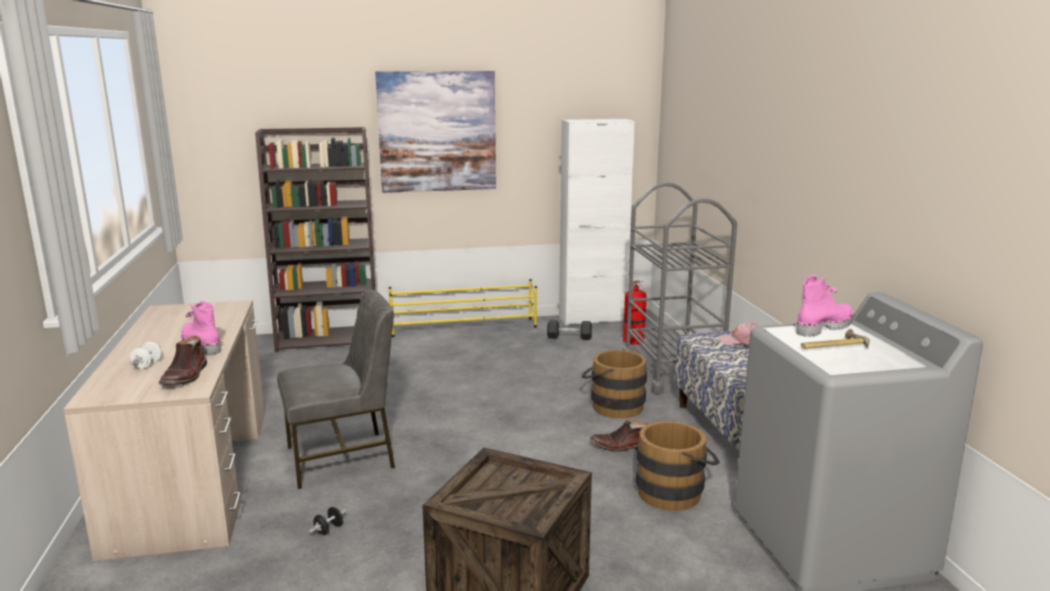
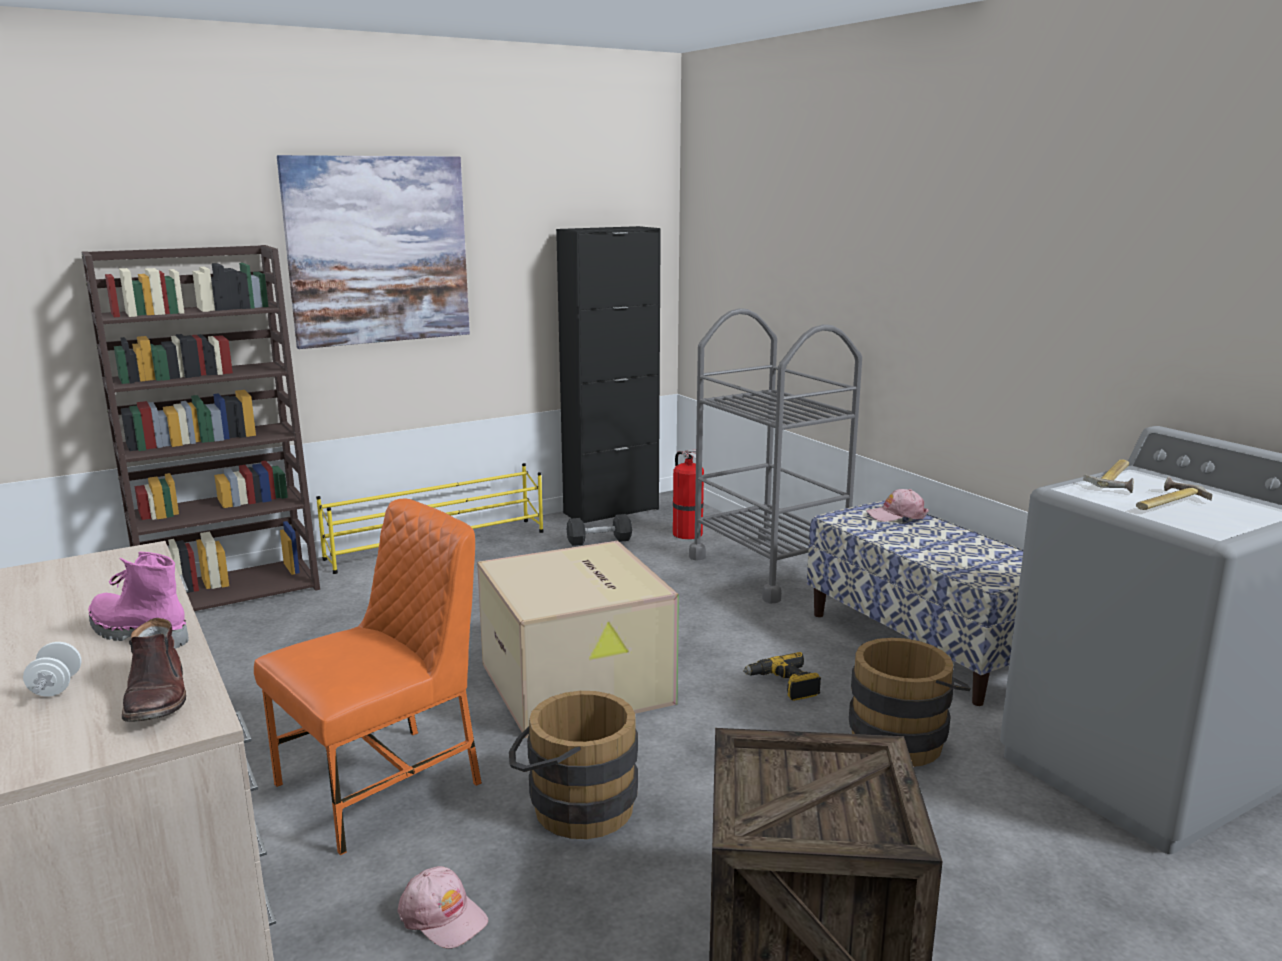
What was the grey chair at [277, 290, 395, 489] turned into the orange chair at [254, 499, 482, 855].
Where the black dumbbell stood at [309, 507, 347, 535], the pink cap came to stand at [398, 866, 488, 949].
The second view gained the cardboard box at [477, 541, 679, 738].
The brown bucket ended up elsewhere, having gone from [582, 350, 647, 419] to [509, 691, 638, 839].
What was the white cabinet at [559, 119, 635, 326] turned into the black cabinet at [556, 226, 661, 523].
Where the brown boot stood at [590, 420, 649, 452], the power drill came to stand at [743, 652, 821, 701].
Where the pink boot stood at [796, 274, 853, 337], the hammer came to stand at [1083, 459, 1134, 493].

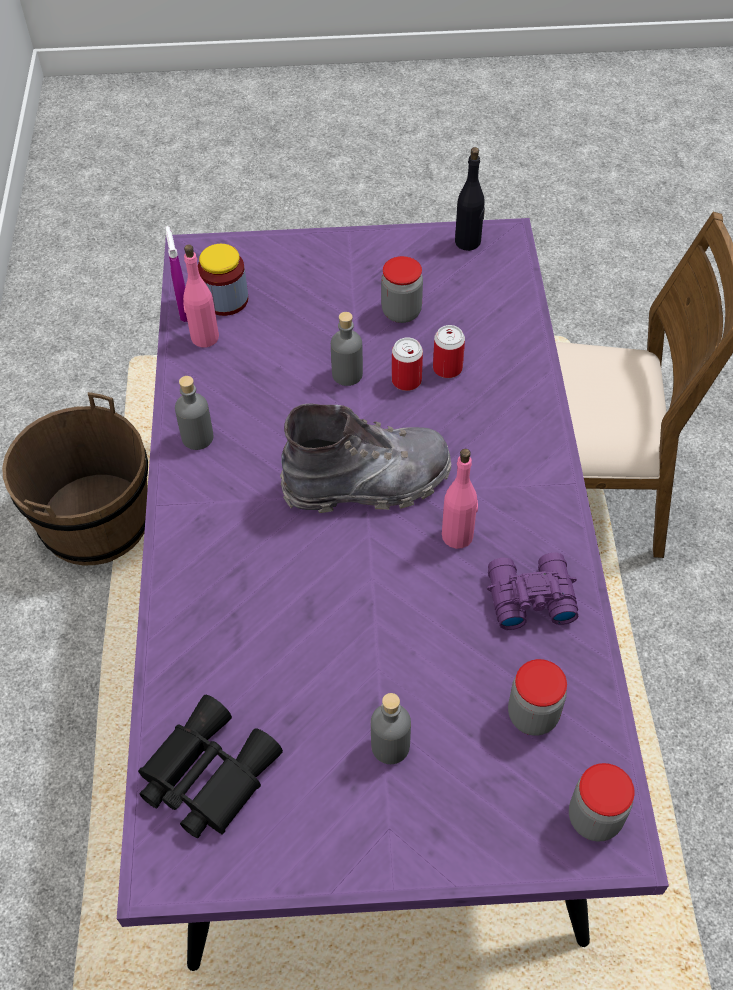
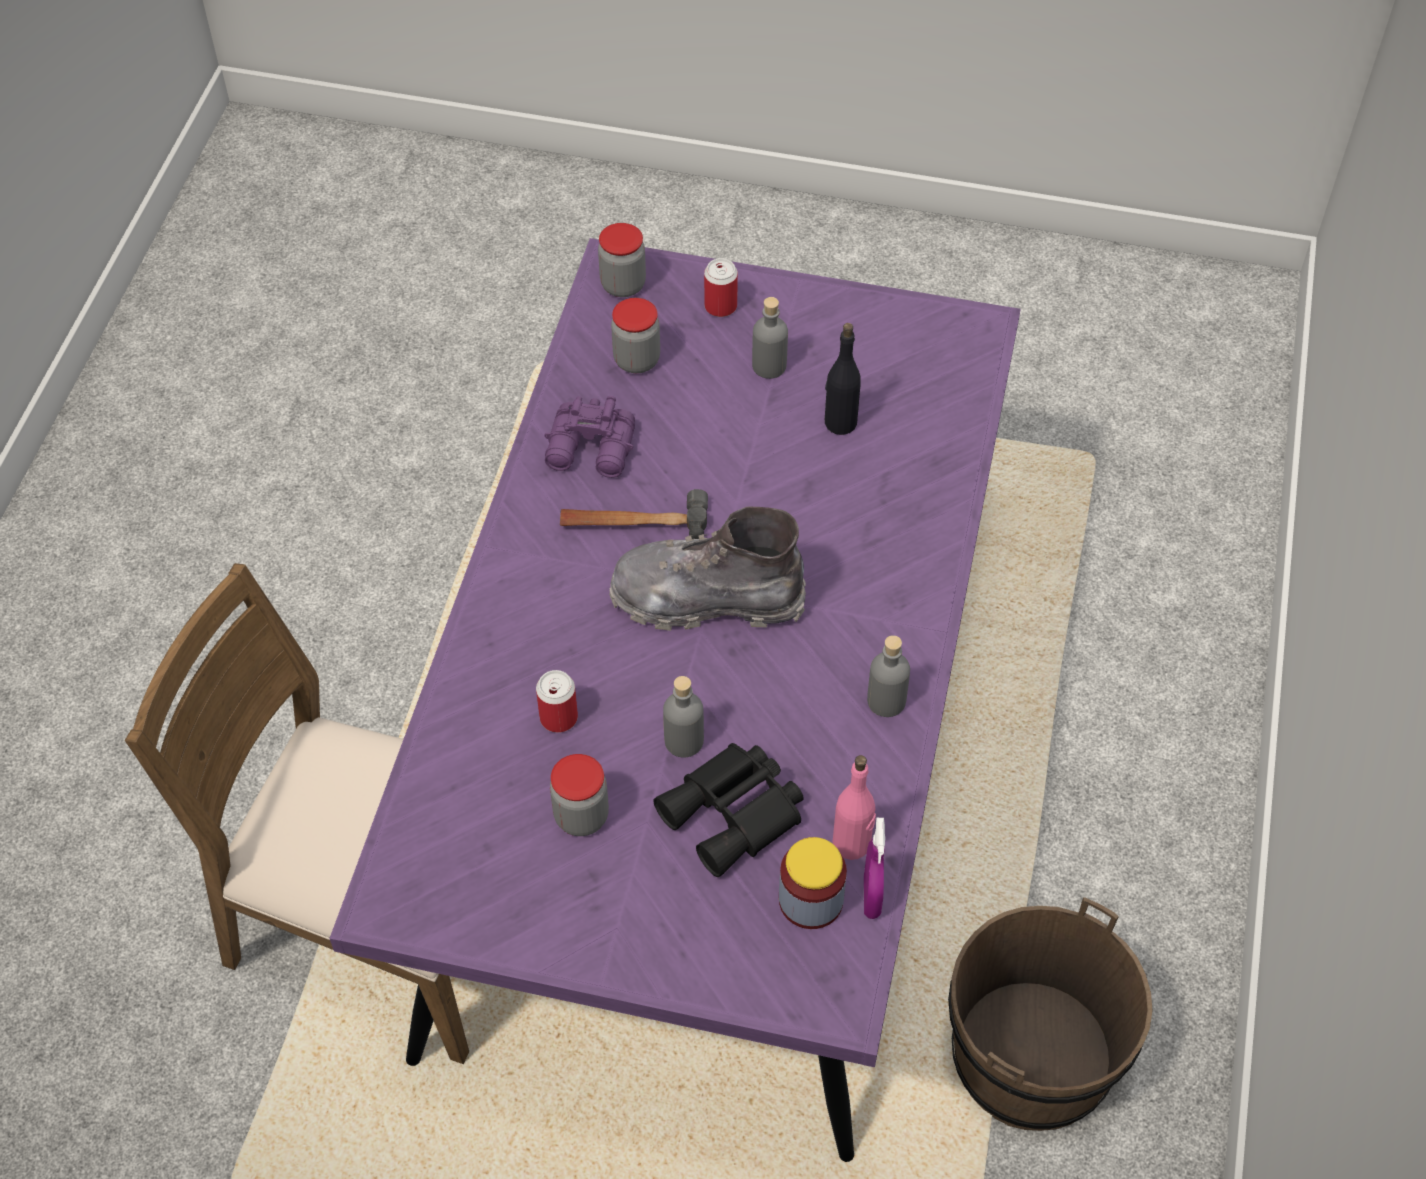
Where the pink bottle stood at [442, 449, 478, 549], the hammer came to stand at [560, 489, 708, 539].
The black binoculars ended up elsewhere, having gone from [138, 695, 283, 838] to [653, 743, 804, 877].
The can ended up elsewhere, having gone from [392, 337, 423, 391] to [704, 258, 738, 317].
The black bottle ended up elsewhere, having gone from [455, 147, 485, 251] to [825, 323, 861, 435].

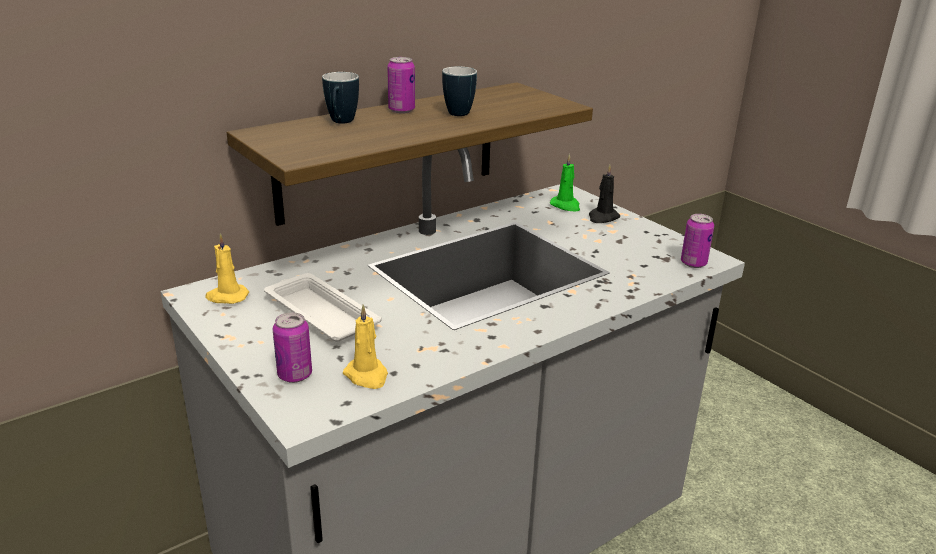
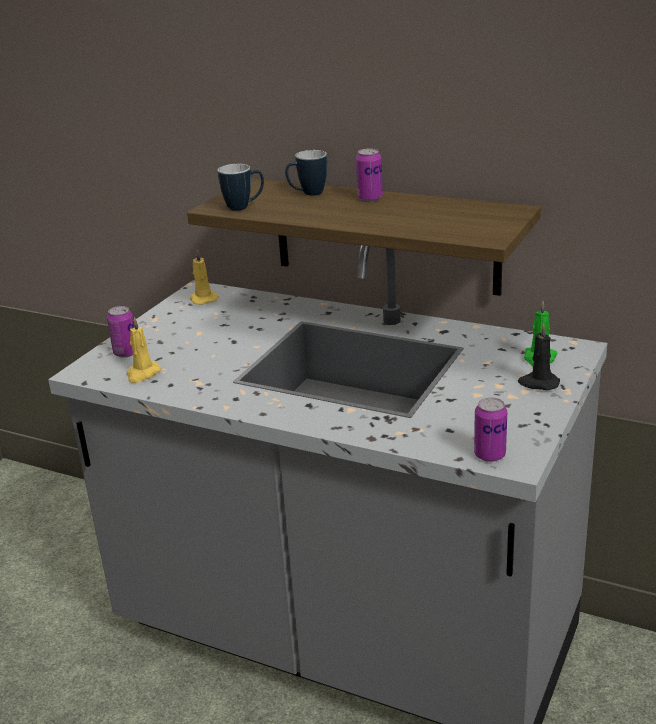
The mug ended up elsewhere, having gone from [442, 66, 477, 116] to [218, 164, 264, 211].
The second view lost the white tray at [264, 273, 381, 342].

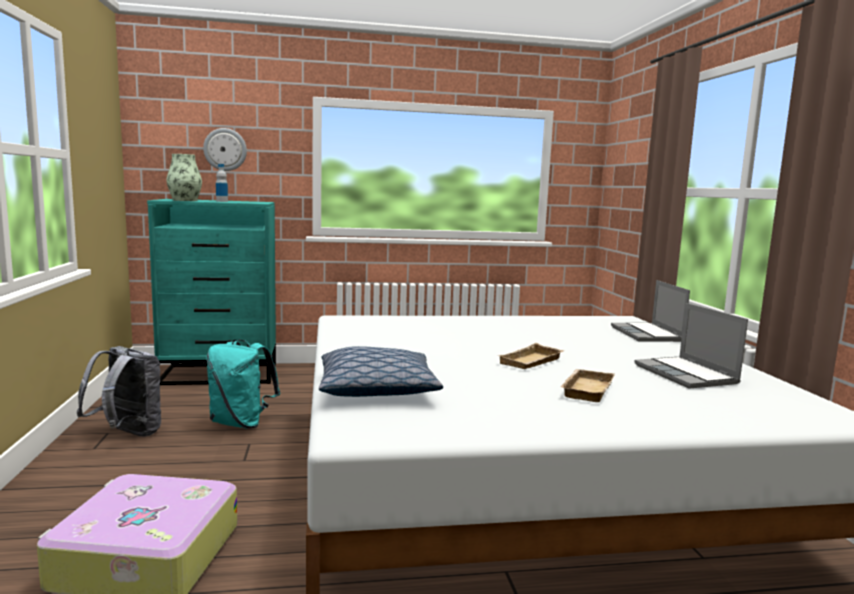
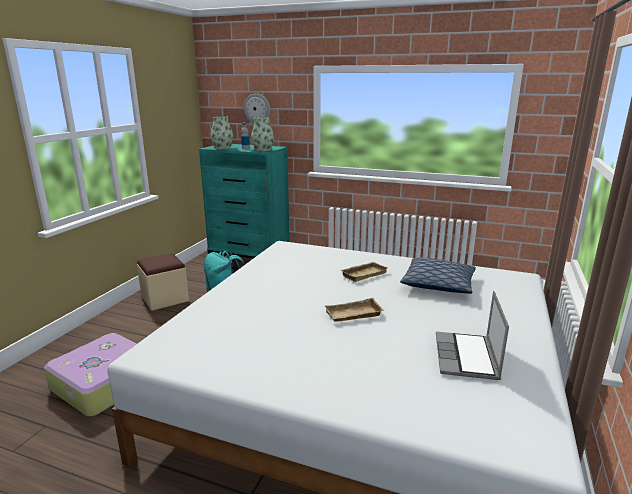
Where the grey backpack stood at [77, 346, 161, 436], the beige ottoman came to stand at [137, 253, 189, 311].
The second view gained the vase at [251, 117, 274, 151].
The beige tray ended up elsewhere, having gone from [561, 369, 615, 402] to [341, 262, 387, 282].
The pillow ended up elsewhere, having gone from [319, 346, 443, 397] to [400, 257, 476, 294].
The second view lost the laptop at [611, 280, 690, 342].

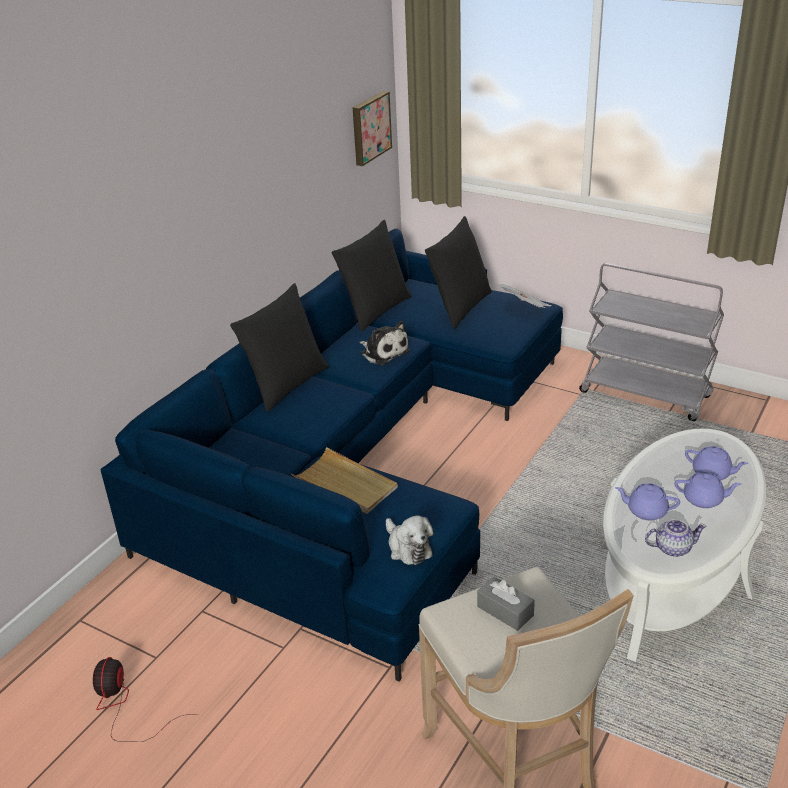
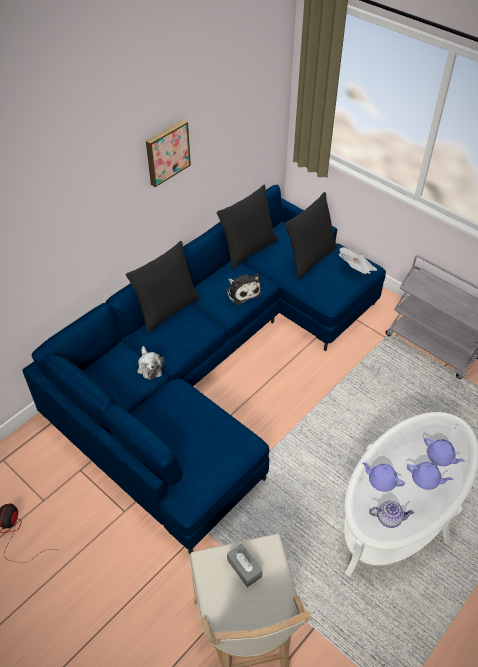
The plush toy ended up elsewhere, having gone from [386, 515, 434, 565] to [137, 346, 165, 380].
The picture ended up elsewhere, having gone from [352, 91, 392, 166] to [146, 120, 191, 187].
The second view lost the beige tray at [291, 447, 398, 514].

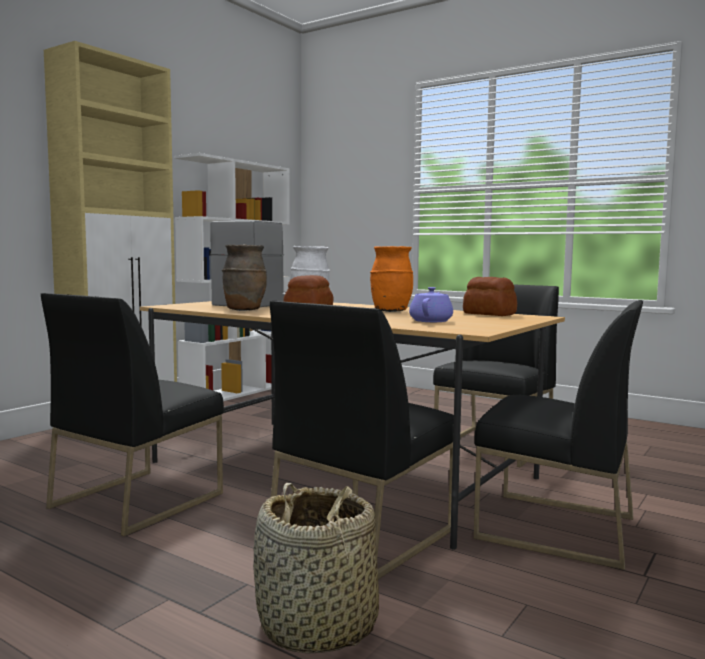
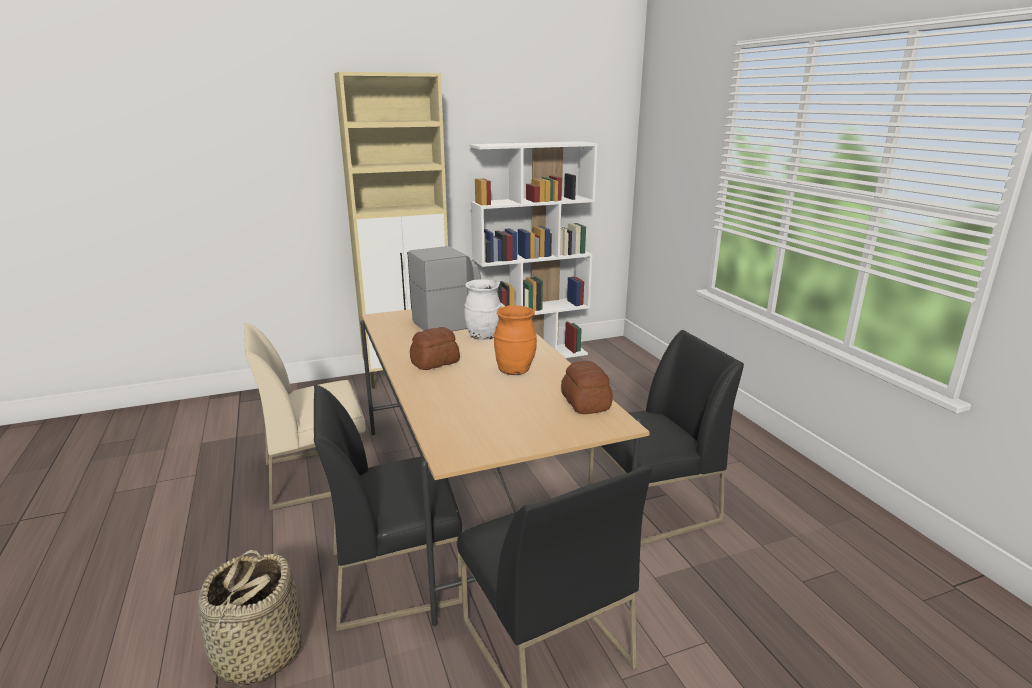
What was the black chair at [41, 293, 224, 536] turned into the beige chair at [244, 323, 368, 510].
The second view lost the brown vase at [222, 245, 267, 311].
The second view lost the purple teapot at [409, 287, 453, 322].

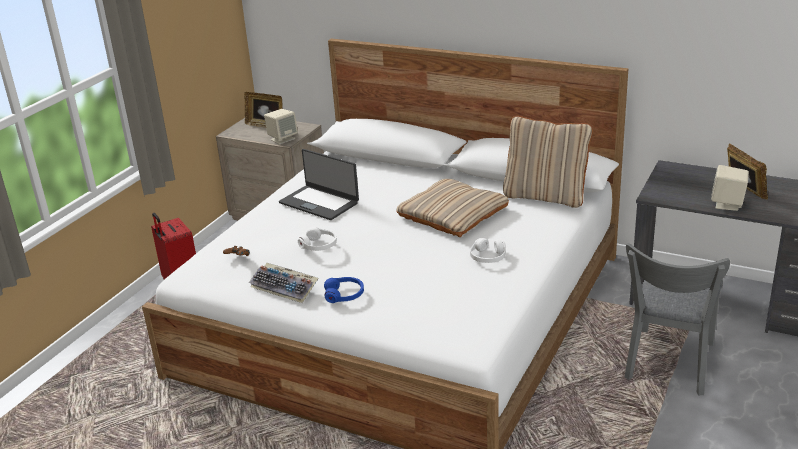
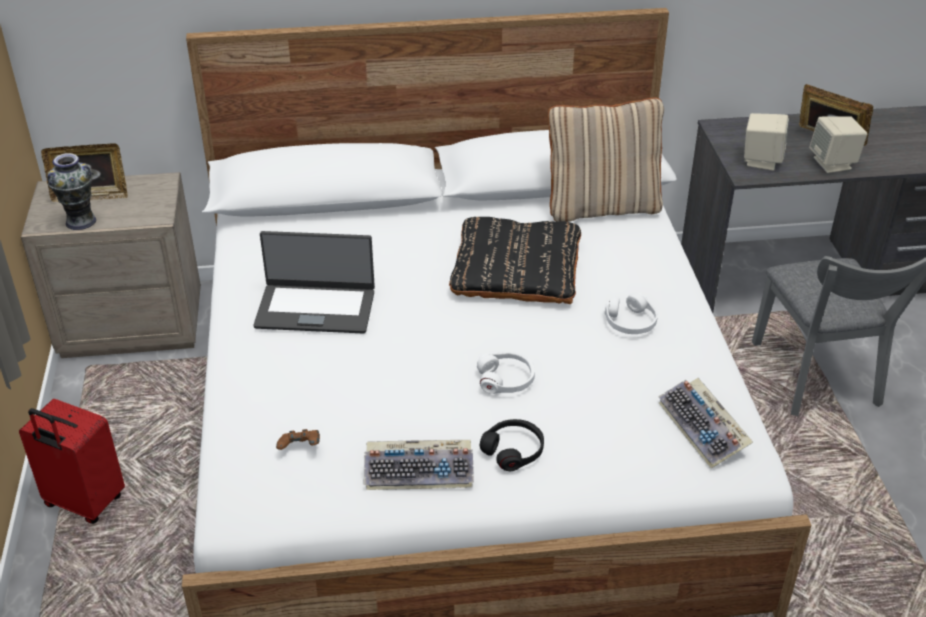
The second view gained the vase at [47, 153, 96, 230].
What was the beige pillow at [396, 179, 509, 237] turned into the black pillow at [449, 217, 581, 304].
The white headphones ended up elsewhere, having gone from [298, 227, 337, 251] to [477, 352, 535, 394].
What was the blue headphones at [324, 277, 364, 303] turned into the black headphones at [480, 419, 544, 471].
The second view gained the keyboard at [658, 378, 753, 469].
The beige speaker ended up elsewhere, having gone from [264, 109, 298, 145] to [744, 113, 789, 171].

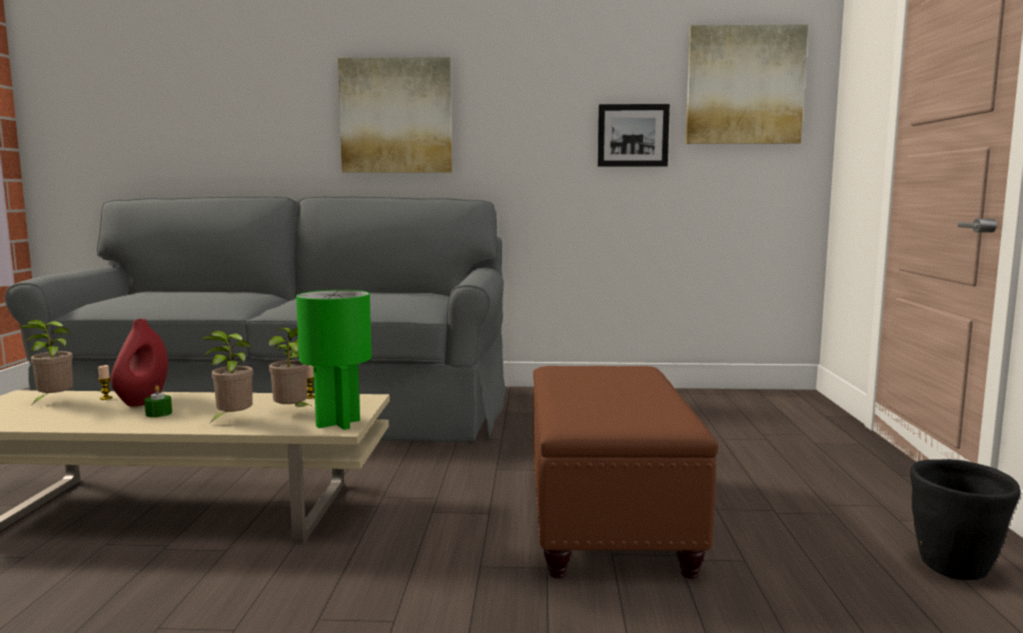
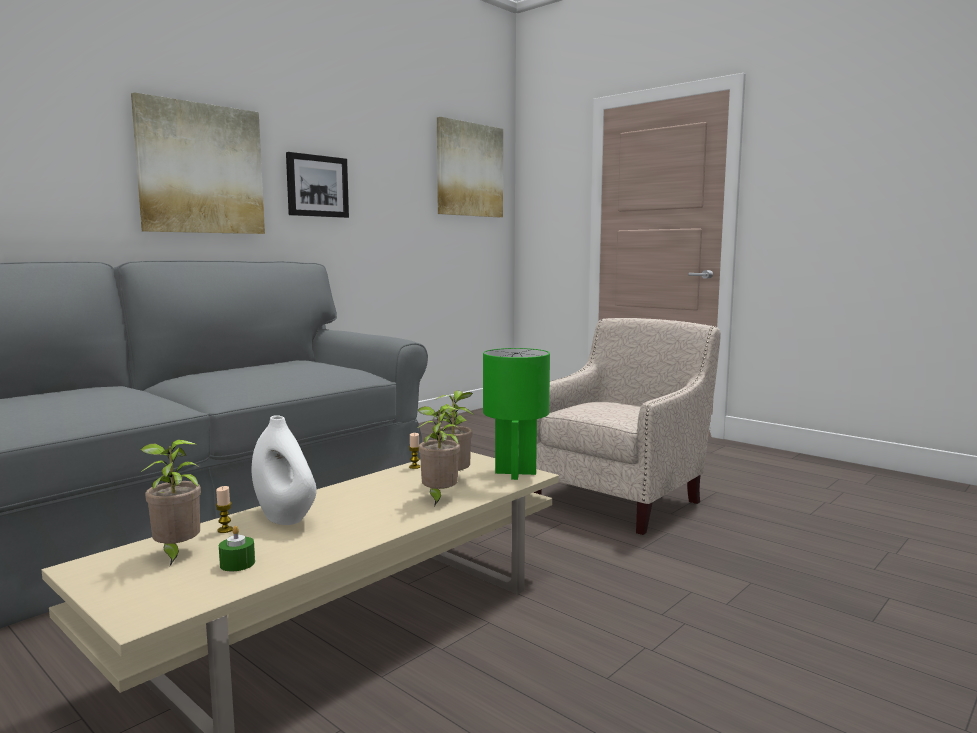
The green candle ended up elsewhere, having gone from [144, 385, 172, 417] to [219, 526, 255, 571].
What was the red vase at [111, 318, 168, 407] turned into the white vase at [252, 415, 317, 525].
The picture ended up elsewhere, having gone from [598, 104, 670, 167] to [286, 152, 349, 218].
Where the brown ottoman stood at [533, 366, 718, 579], the beige armchair came to stand at [533, 318, 721, 535].
The second view lost the black planter at [910, 459, 1021, 580].

